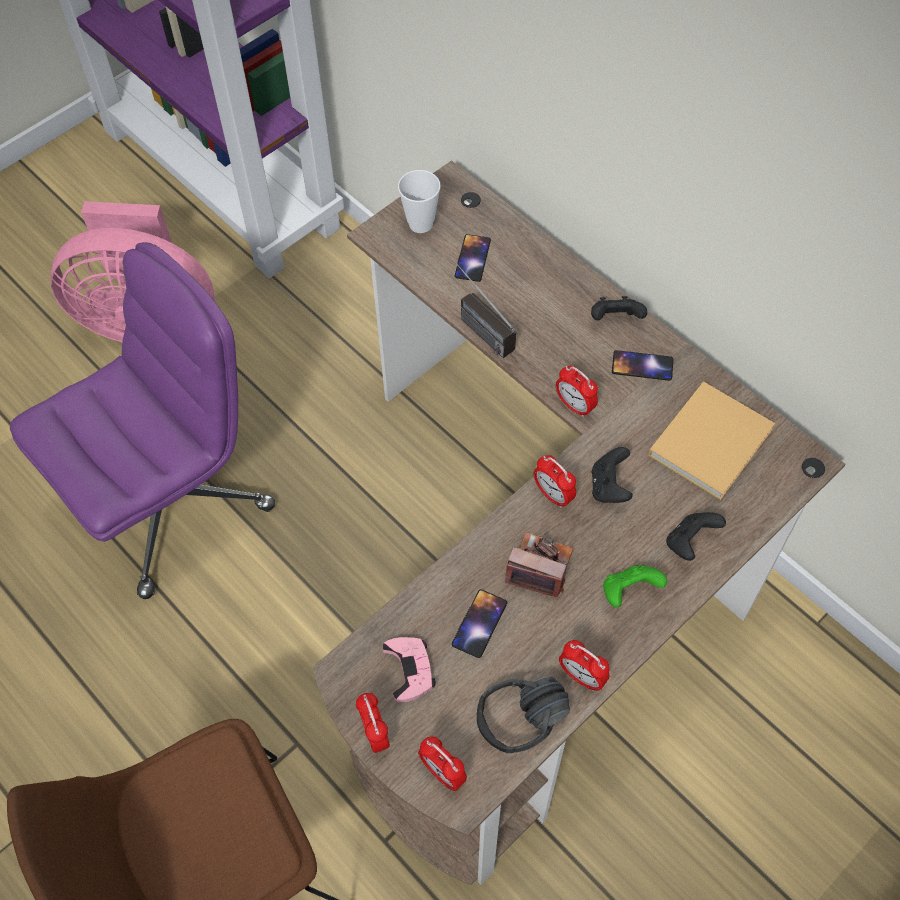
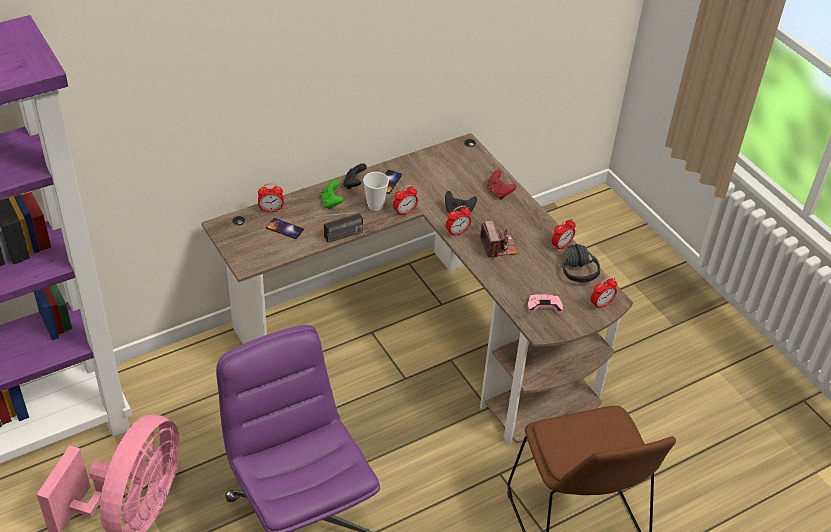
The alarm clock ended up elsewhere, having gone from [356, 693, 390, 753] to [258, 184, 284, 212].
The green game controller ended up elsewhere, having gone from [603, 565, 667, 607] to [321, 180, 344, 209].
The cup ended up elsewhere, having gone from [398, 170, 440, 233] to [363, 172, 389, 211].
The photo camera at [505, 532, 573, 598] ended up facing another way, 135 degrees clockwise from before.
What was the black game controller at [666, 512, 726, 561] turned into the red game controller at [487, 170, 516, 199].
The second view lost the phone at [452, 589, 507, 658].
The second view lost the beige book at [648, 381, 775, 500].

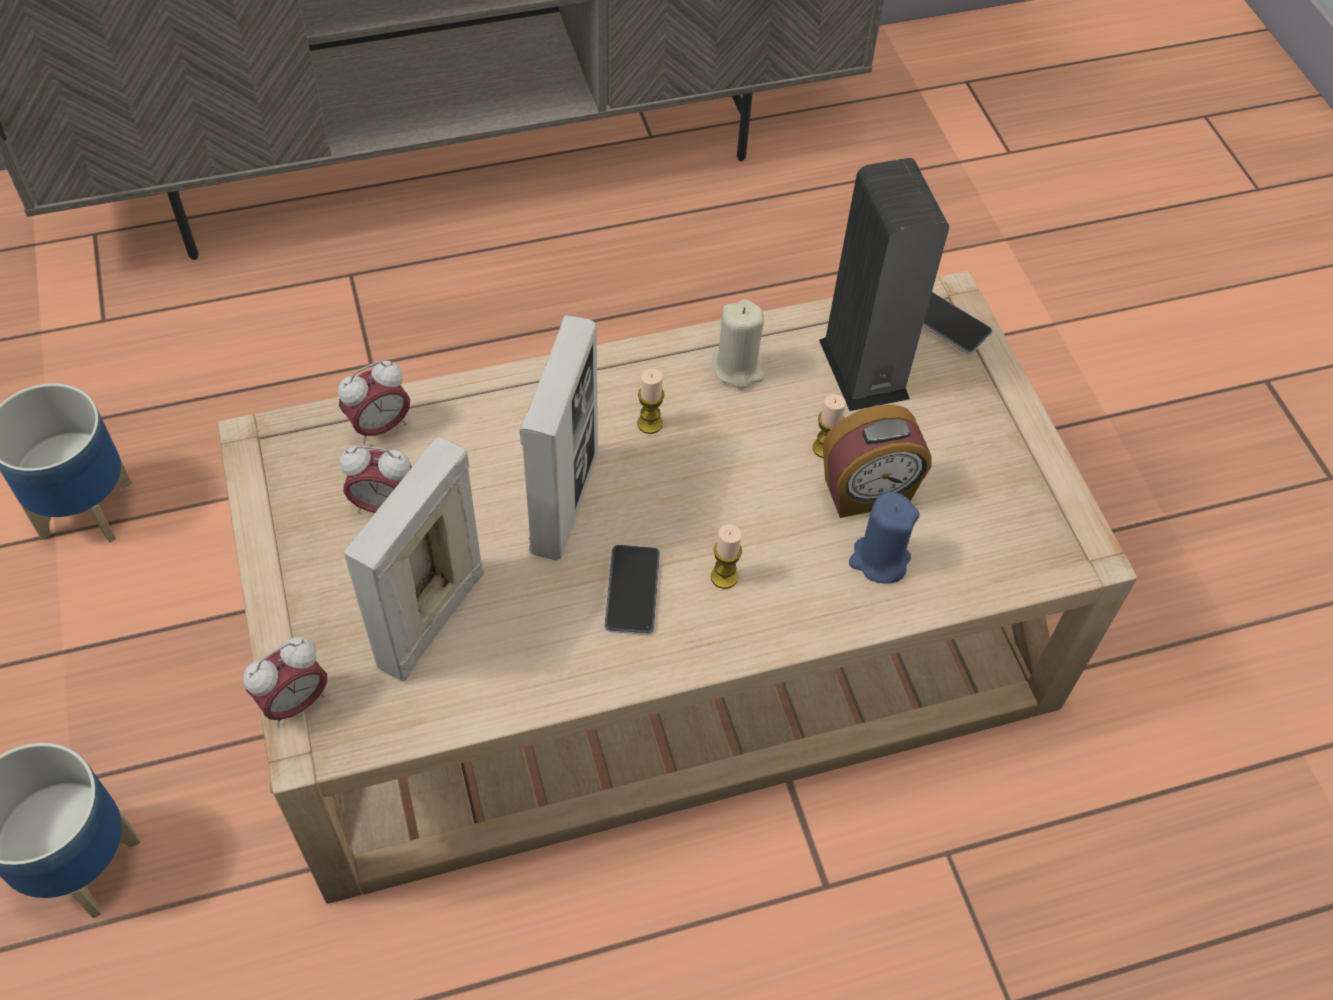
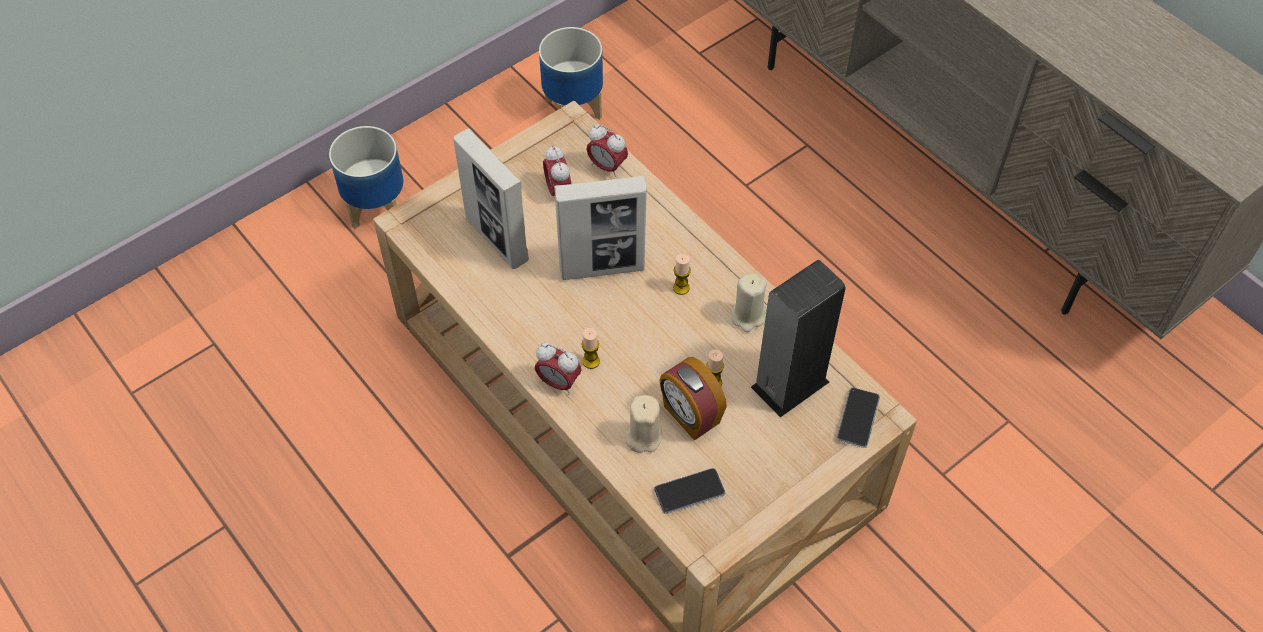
The picture frame at [344, 437, 484, 682] ended up facing another way, 135 degrees counterclockwise from before.
The alarm clock ended up elsewhere, having gone from [243, 637, 327, 727] to [535, 342, 582, 394].
What was the blue candle at [849, 491, 920, 584] turned into the beige candle at [625, 395, 662, 453].
The phone ended up elsewhere, having gone from [604, 545, 660, 635] to [654, 468, 725, 514].

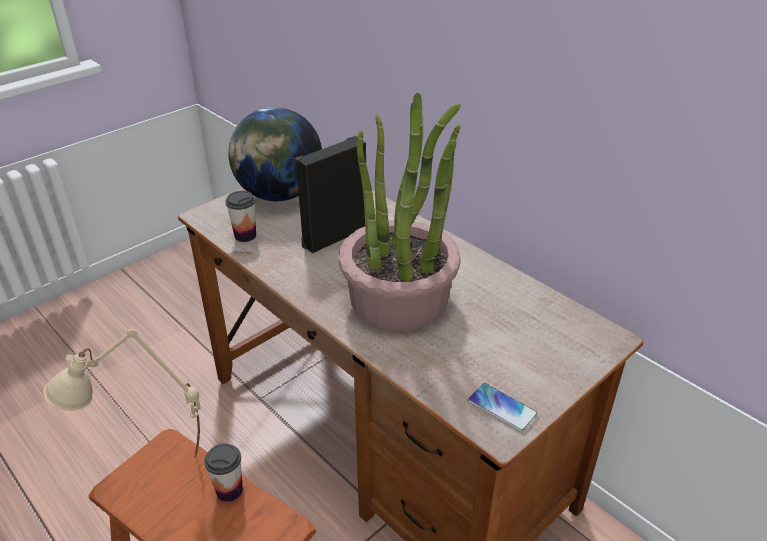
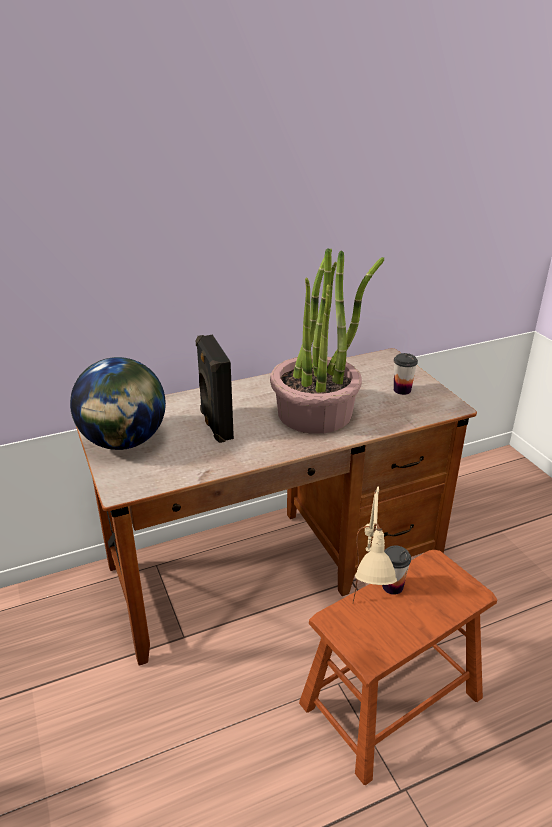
The cup ended up elsewhere, having gone from [225, 191, 256, 242] to [394, 353, 418, 395].
The second view lost the phone at [468, 383, 538, 432].

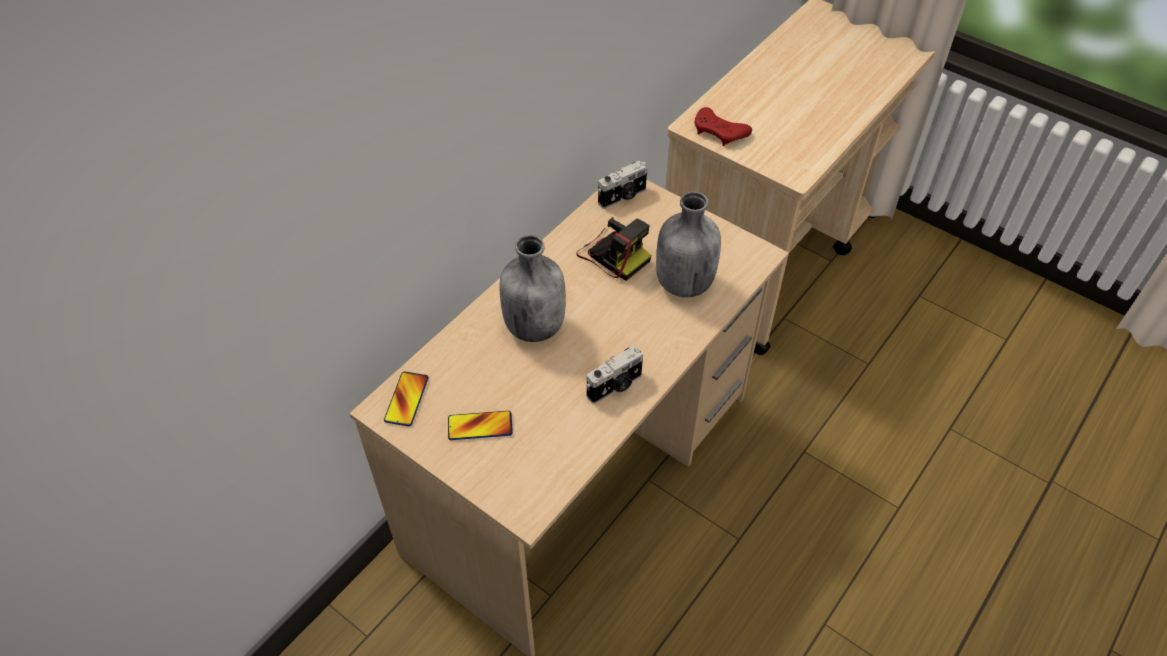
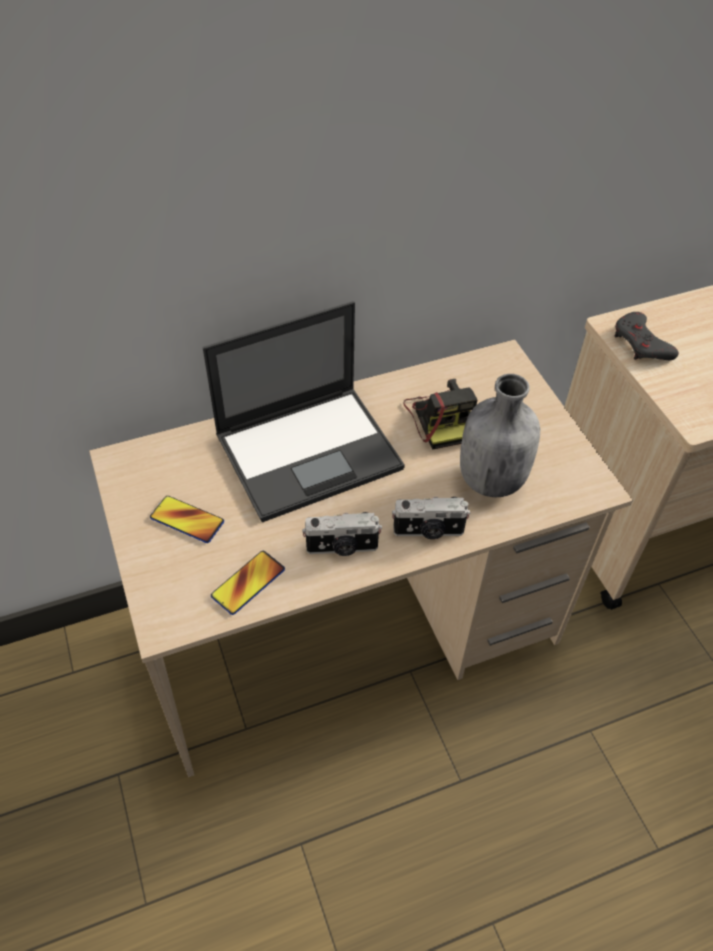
Where the grey bottle stood at [500, 235, 566, 342], the laptop came to stand at [203, 301, 405, 522].
The phone ended up elsewhere, having gone from [384, 372, 429, 426] to [211, 551, 285, 615].
The photo camera ended up elsewhere, having gone from [598, 161, 648, 209] to [392, 497, 470, 539].
What was the red game controller at [695, 107, 752, 146] turned into the grey game controller at [615, 312, 679, 360].

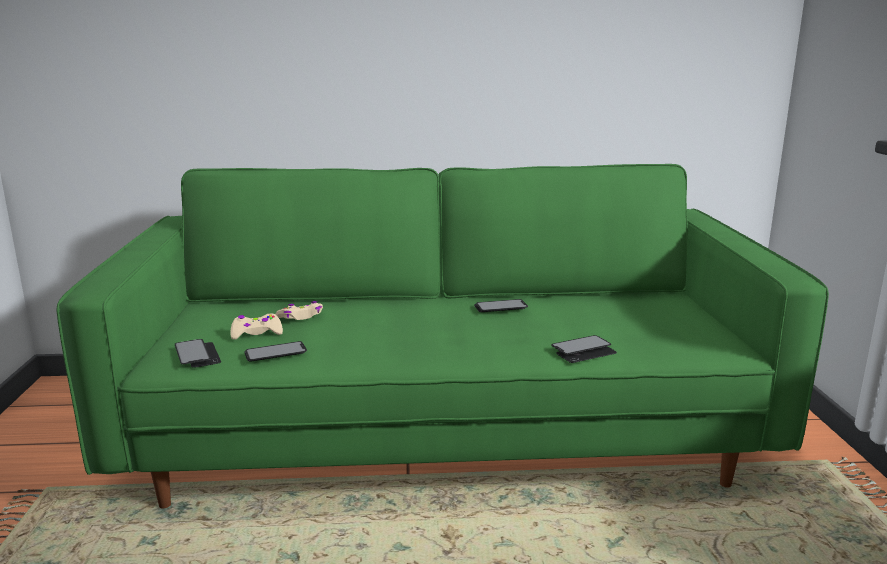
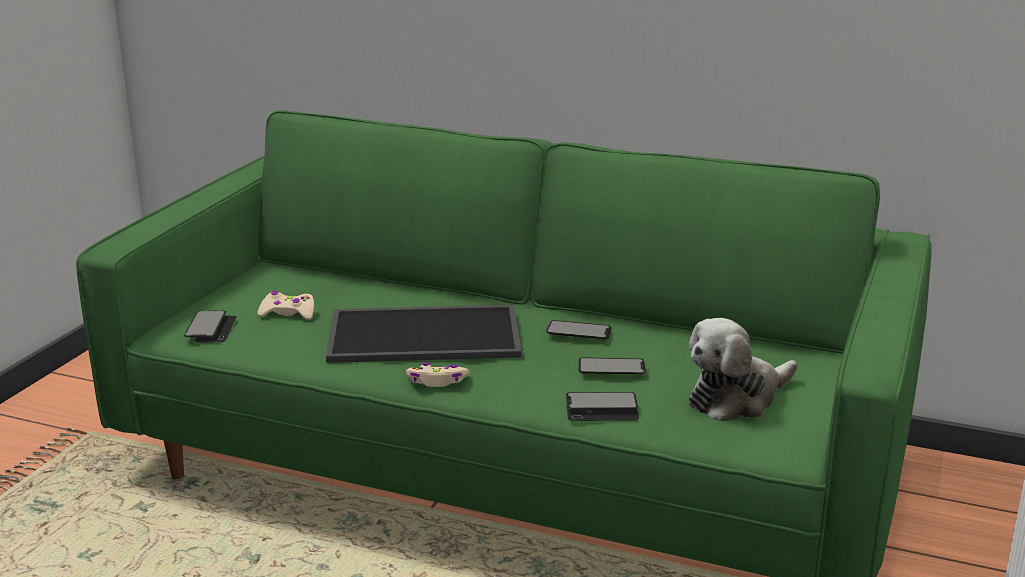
The second view gained the tray at [326, 305, 521, 363].
The beige game controller ended up elsewhere, having gone from [275, 301, 323, 320] to [406, 362, 469, 387].
The phone ended up elsewhere, having gone from [244, 341, 307, 362] to [578, 357, 646, 374].
The second view gained the plush toy at [689, 318, 797, 421].

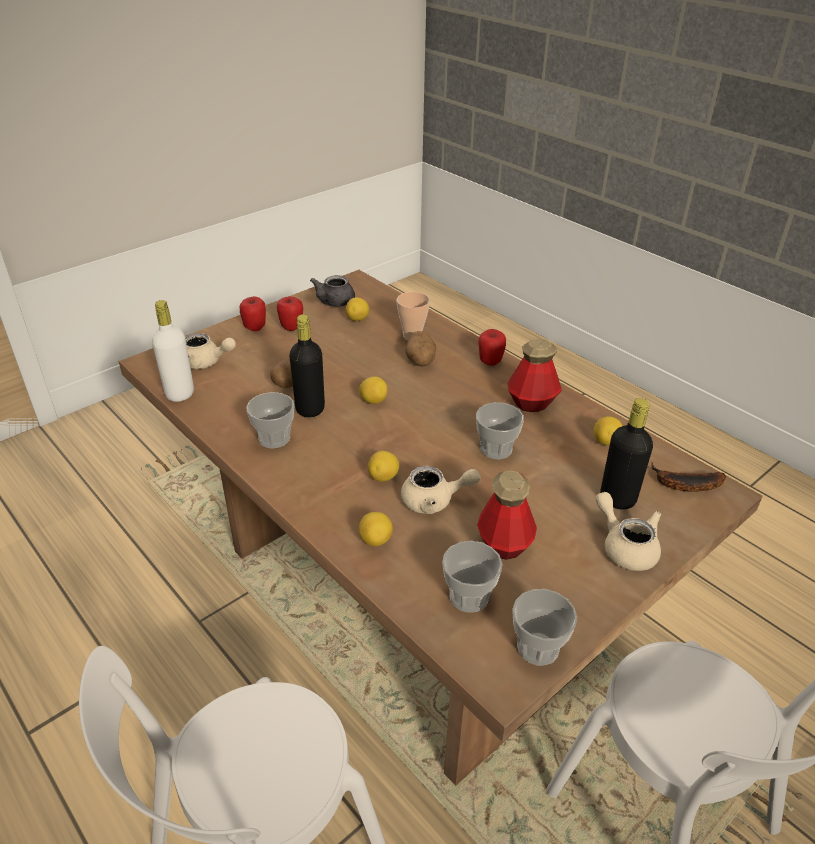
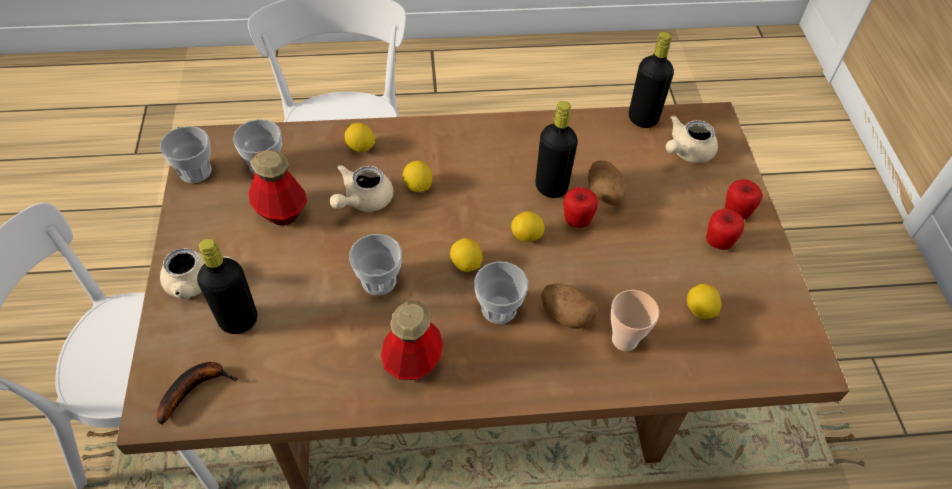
The lemon ended up elsewhere, having gone from [594, 416, 622, 445] to [450, 238, 482, 272].
The cup ended up elsewhere, having gone from [246, 392, 294, 449] to [474, 261, 528, 324].
The apple ended up elsewhere, having gone from [478, 329, 506, 366] to [563, 187, 598, 228].
What was the white bottle at [152, 300, 194, 402] turned into the black bottle at [629, 32, 674, 128].
The second view lost the grey teapot at [310, 275, 355, 307].

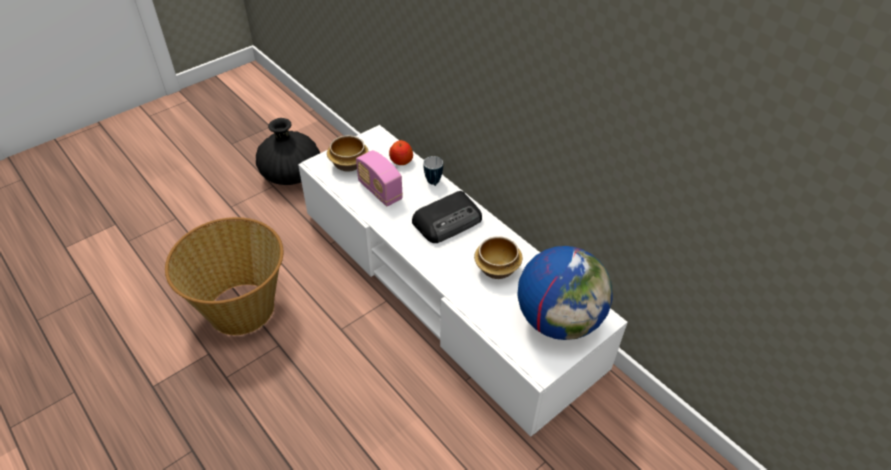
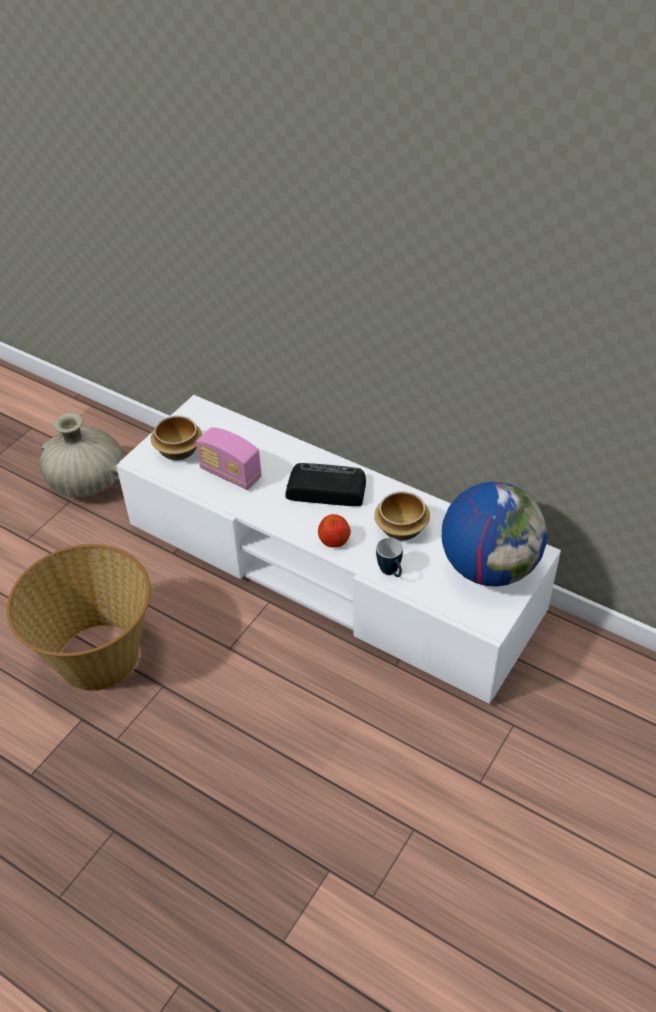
What was the black vase at [256, 118, 320, 185] turned into the beige vase at [39, 413, 123, 497].
The radio at [412, 191, 482, 243] ended up facing another way, 120 degrees counterclockwise from before.
The apple ended up elsewhere, having gone from [389, 140, 413, 165] to [318, 514, 351, 548].
The mug ended up elsewhere, having gone from [423, 156, 443, 186] to [376, 538, 403, 577].

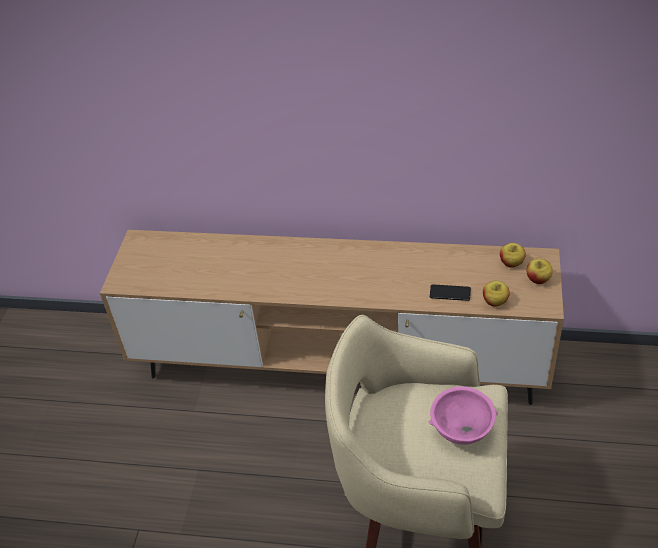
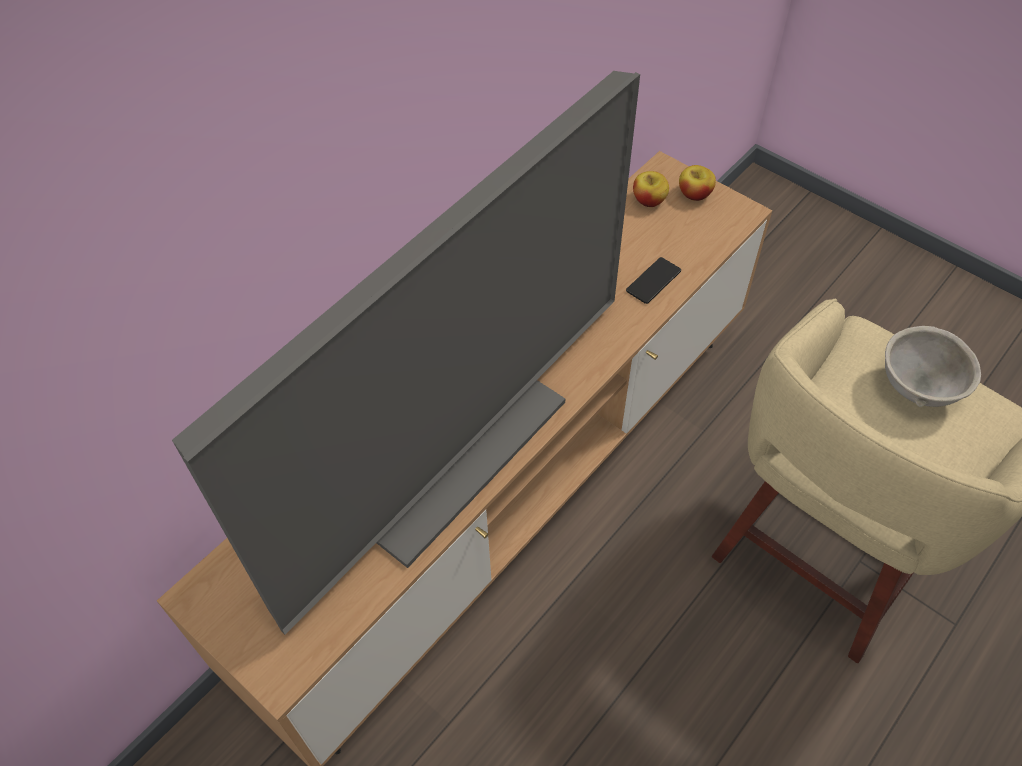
The second view gained the television at [172, 71, 640, 635].
What was the pink bowl at [429, 386, 498, 445] turned into the grey bowl at [885, 326, 981, 407].
The second view lost the apple at [483, 281, 510, 306].

